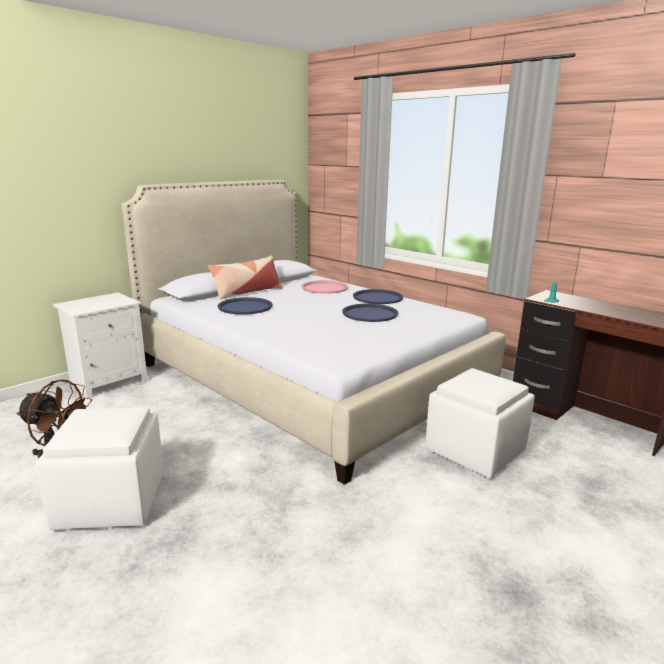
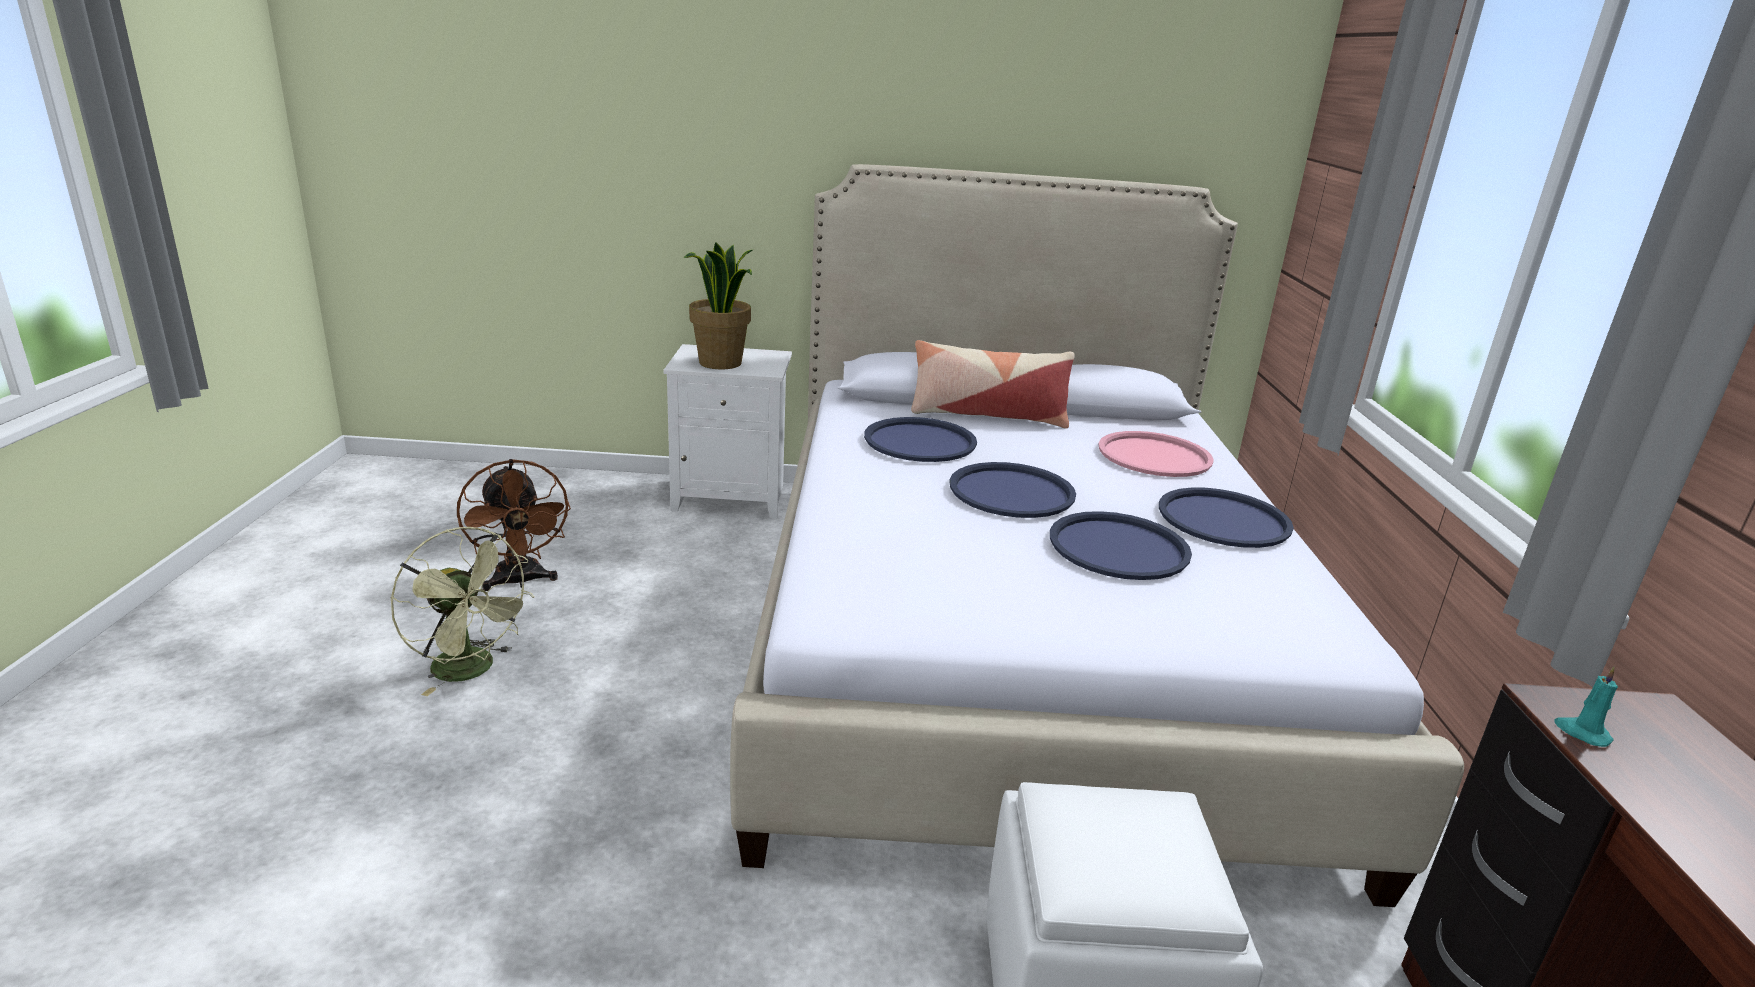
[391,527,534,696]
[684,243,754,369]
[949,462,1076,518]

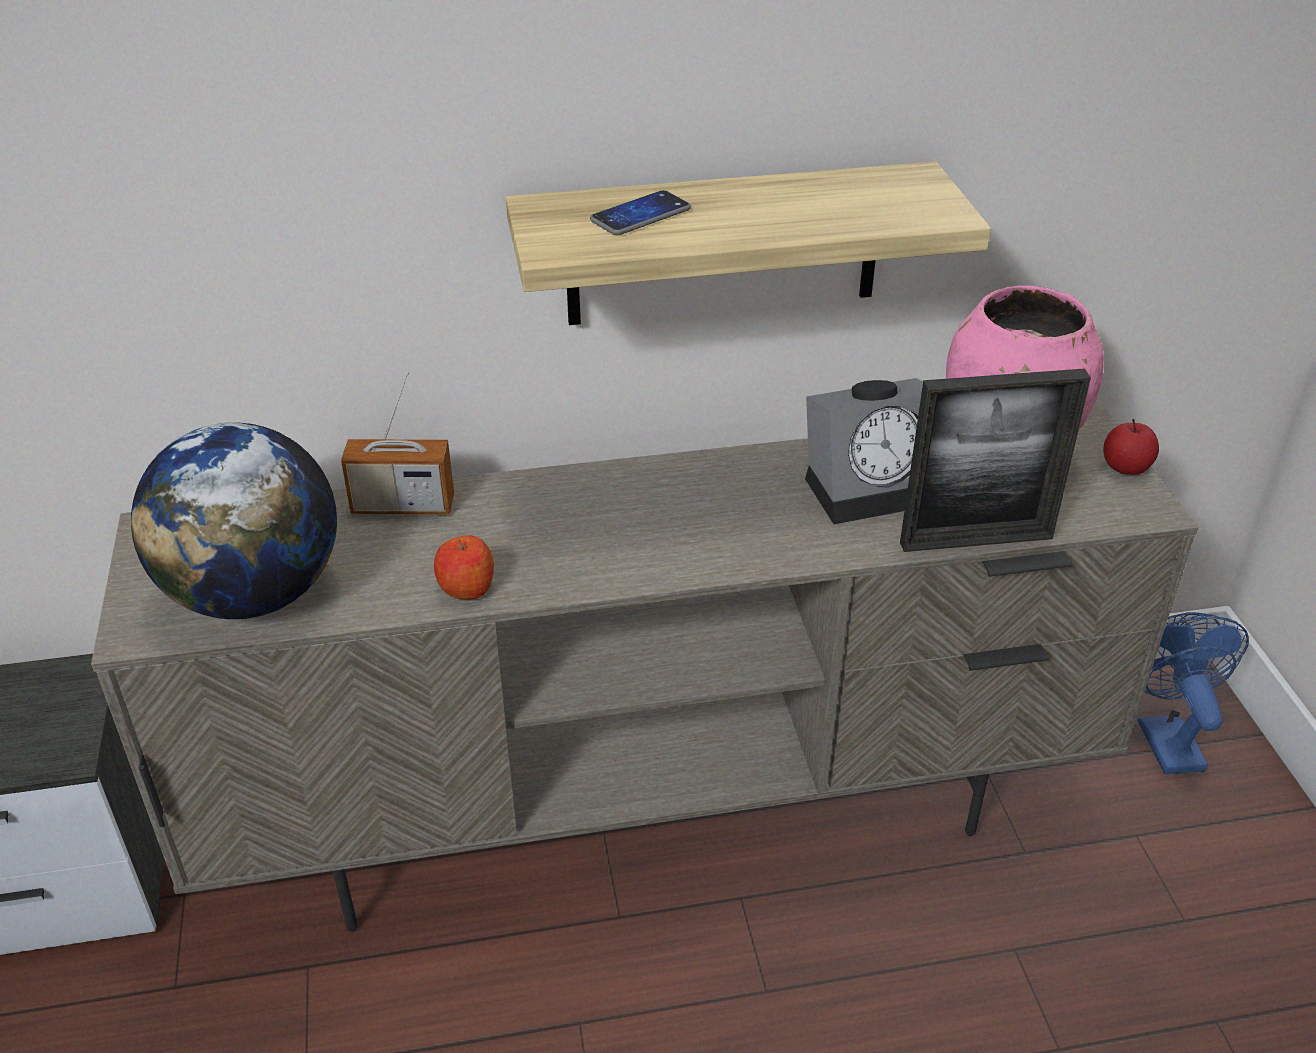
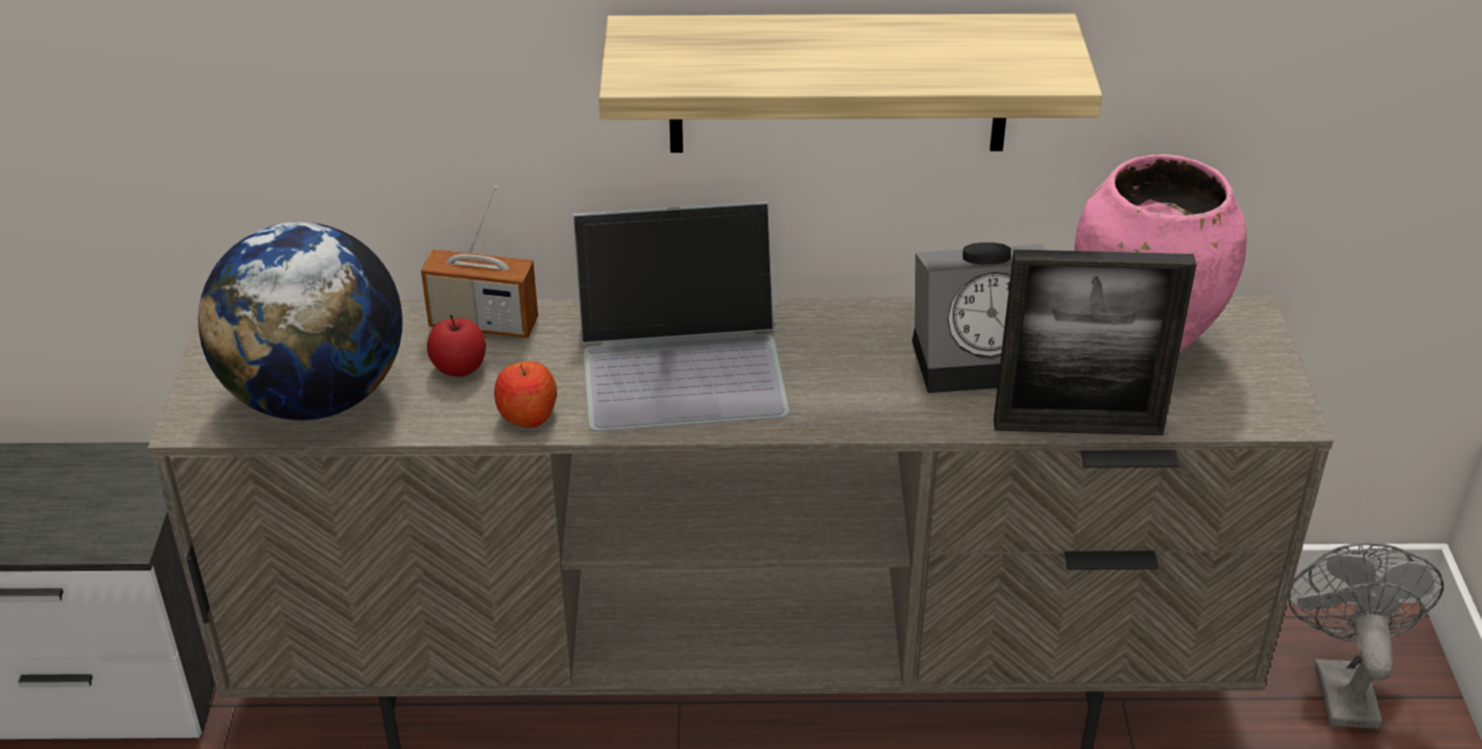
[427,315,486,377]
[573,202,789,431]
[1288,542,1444,729]
[590,190,691,235] (first image)

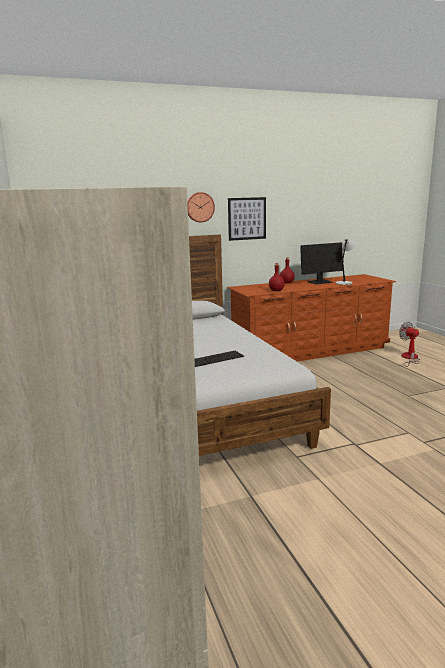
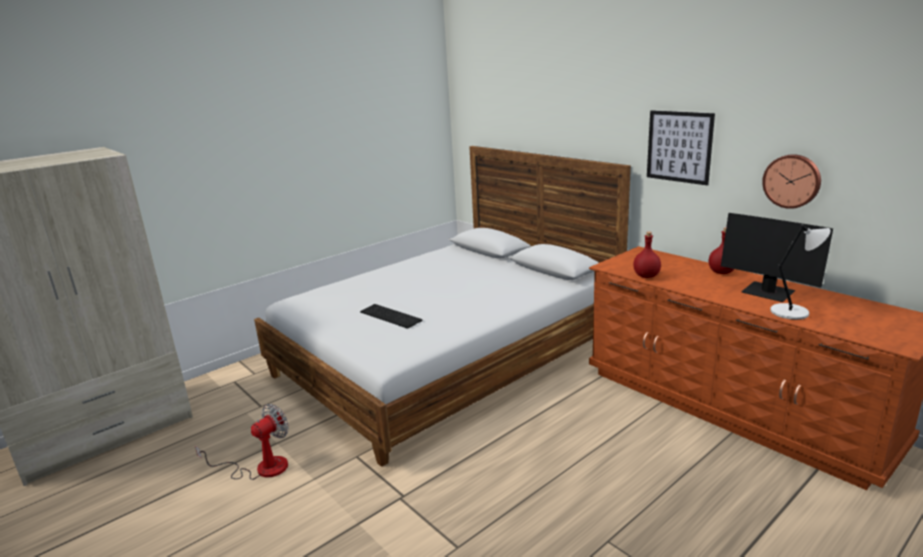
[195,404,289,480]
[762,154,821,209]

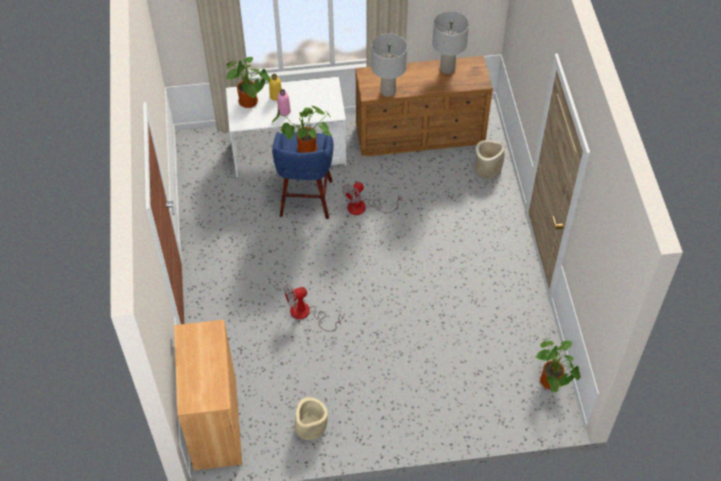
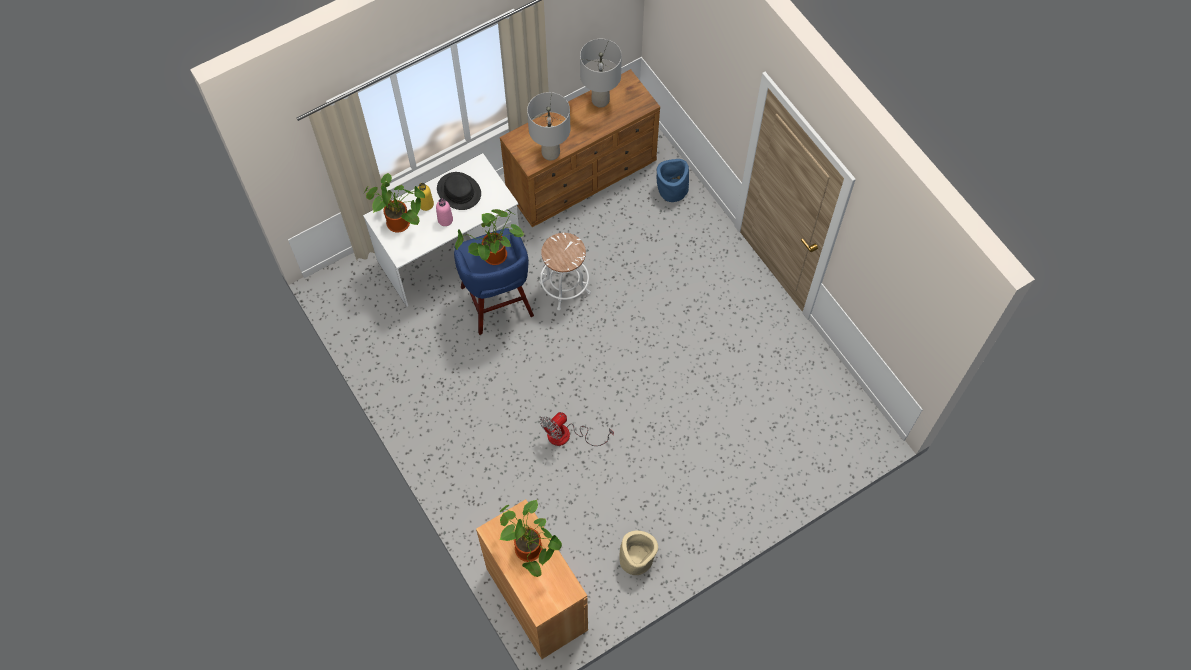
[437,172,481,210]
[499,500,562,577]
[539,233,591,311]
[657,159,689,202]

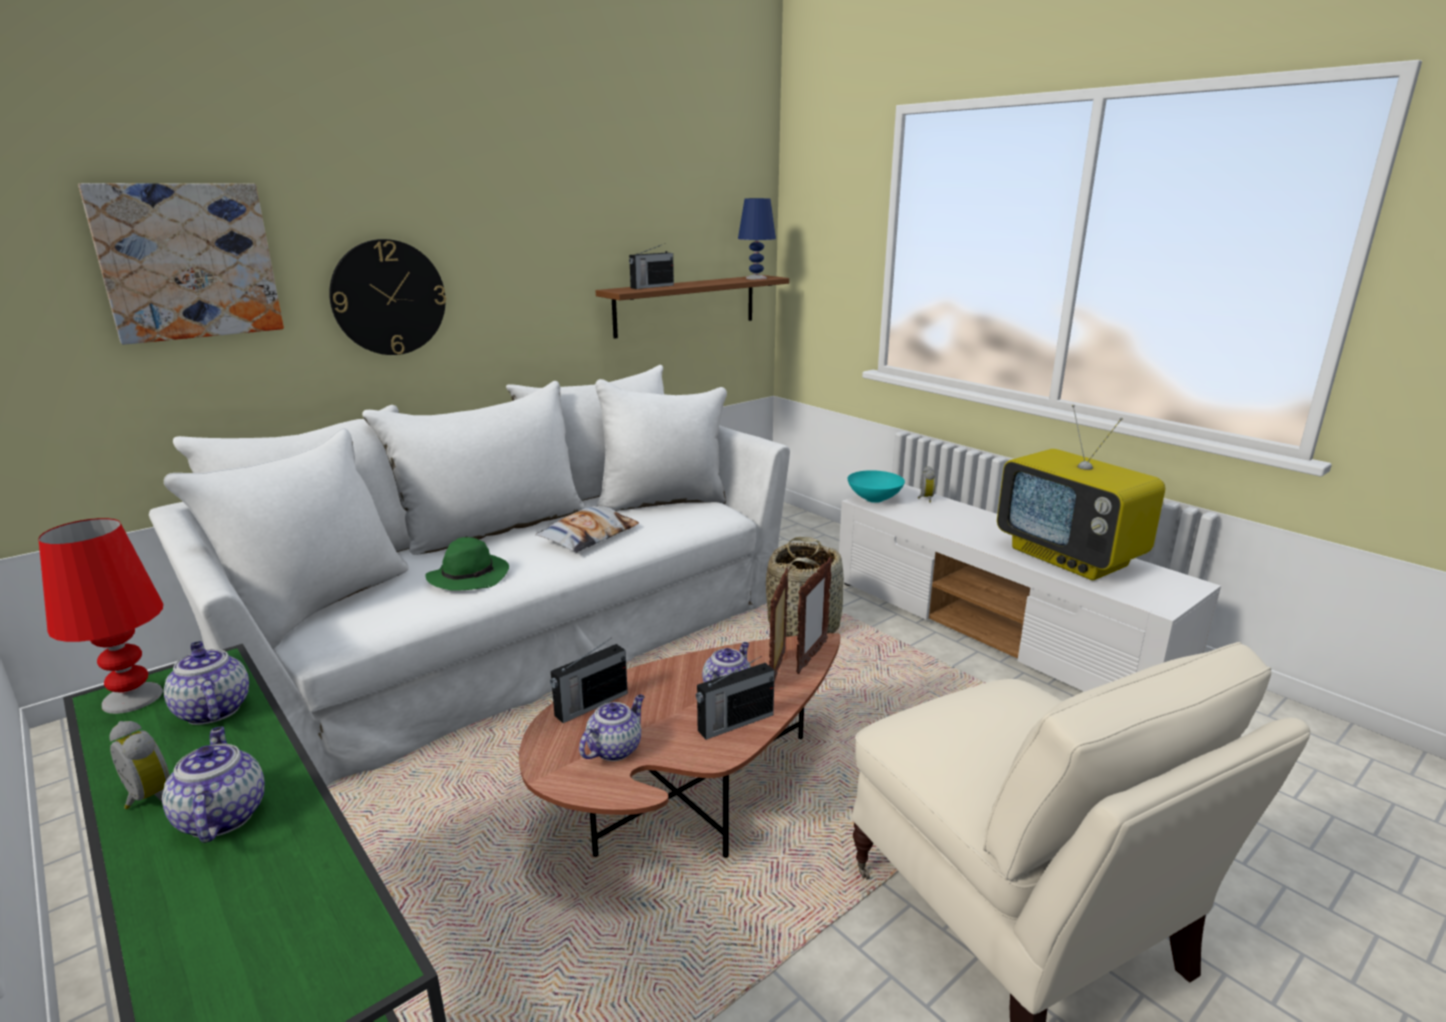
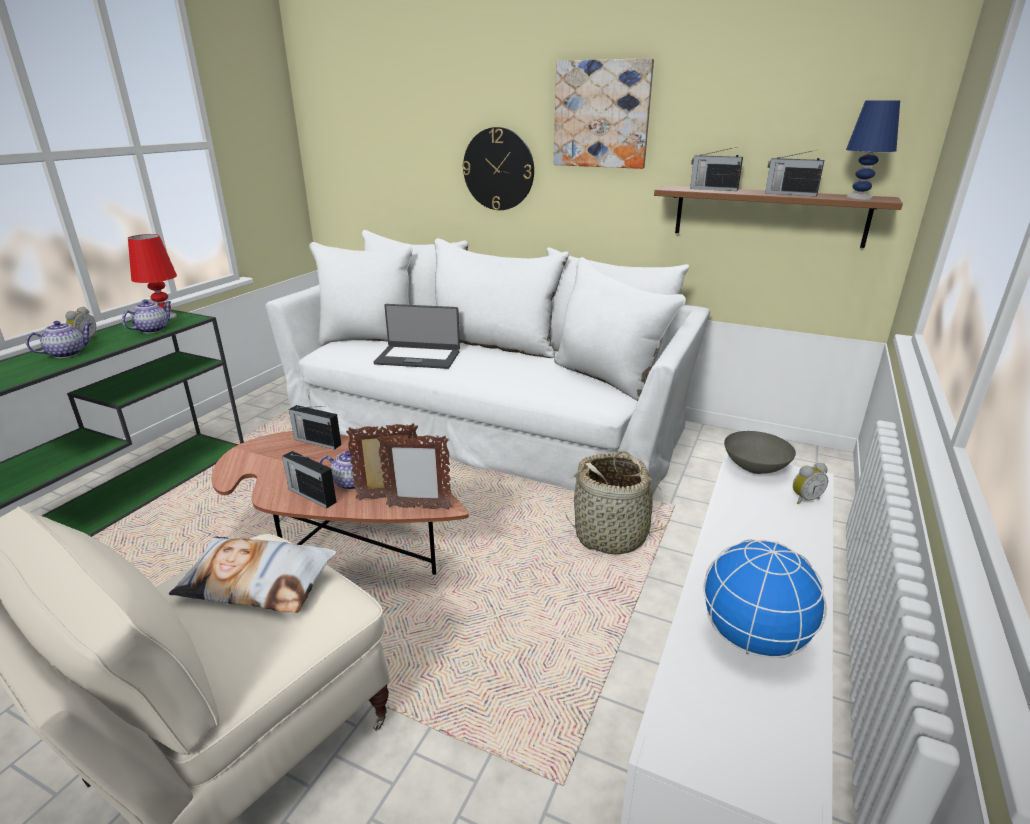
[169,536,337,613]
[374,304,460,369]
[554,58,654,169]
[703,539,827,658]
[724,431,796,474]
[765,150,824,196]
[579,695,645,761] (first image)

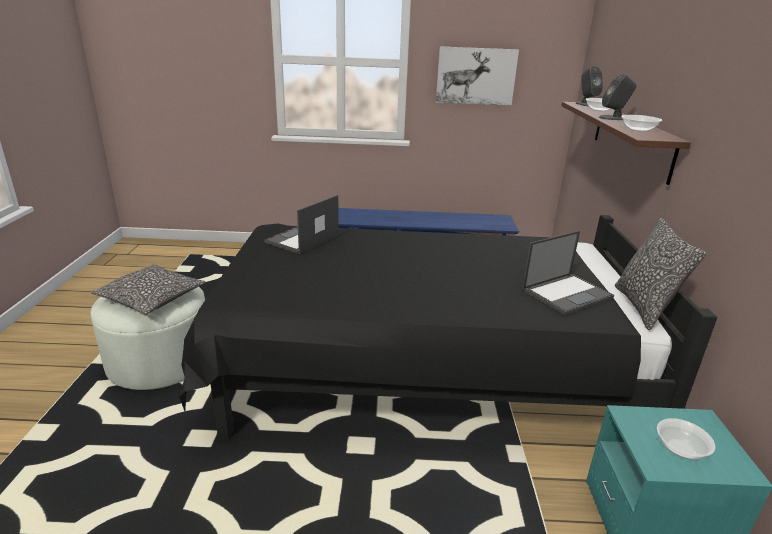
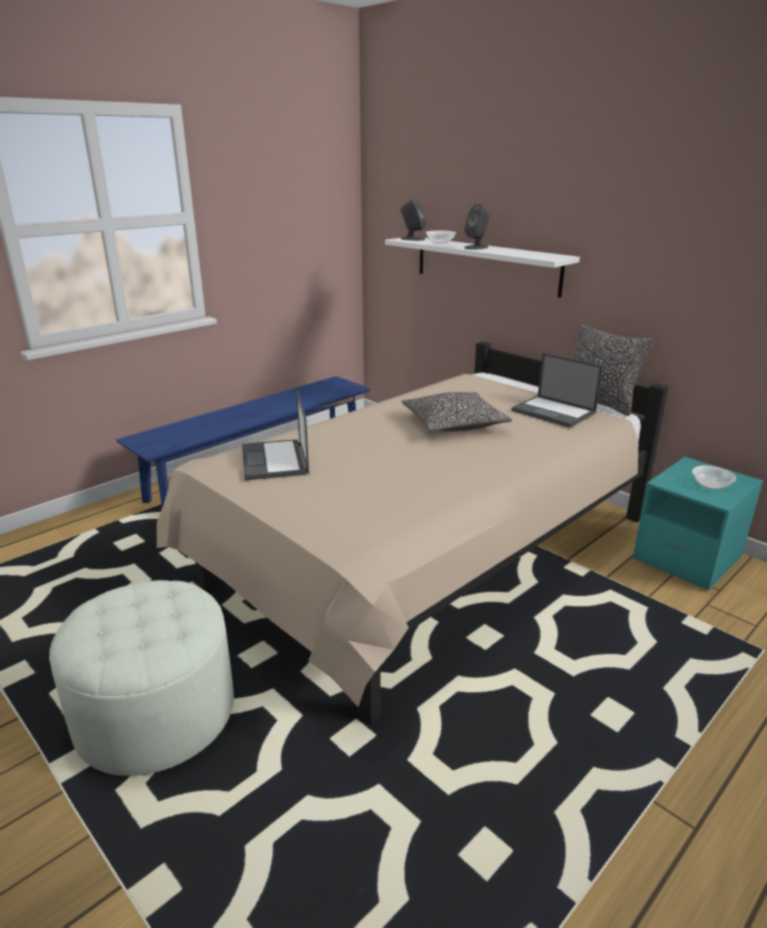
[157,342,668,724]
[385,238,580,298]
[402,392,512,432]
[511,353,603,428]
[436,46,519,105] (first image)
[621,115,662,132] (first image)

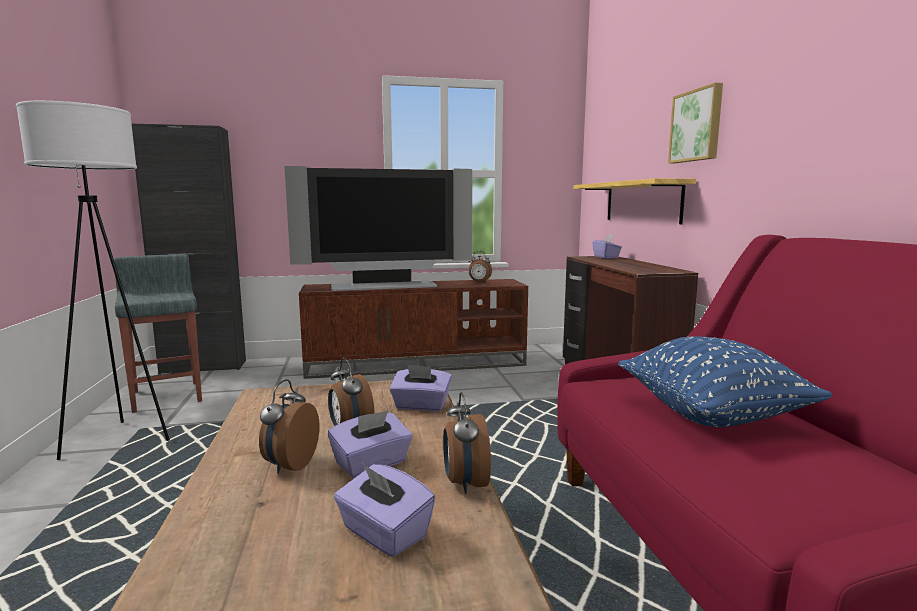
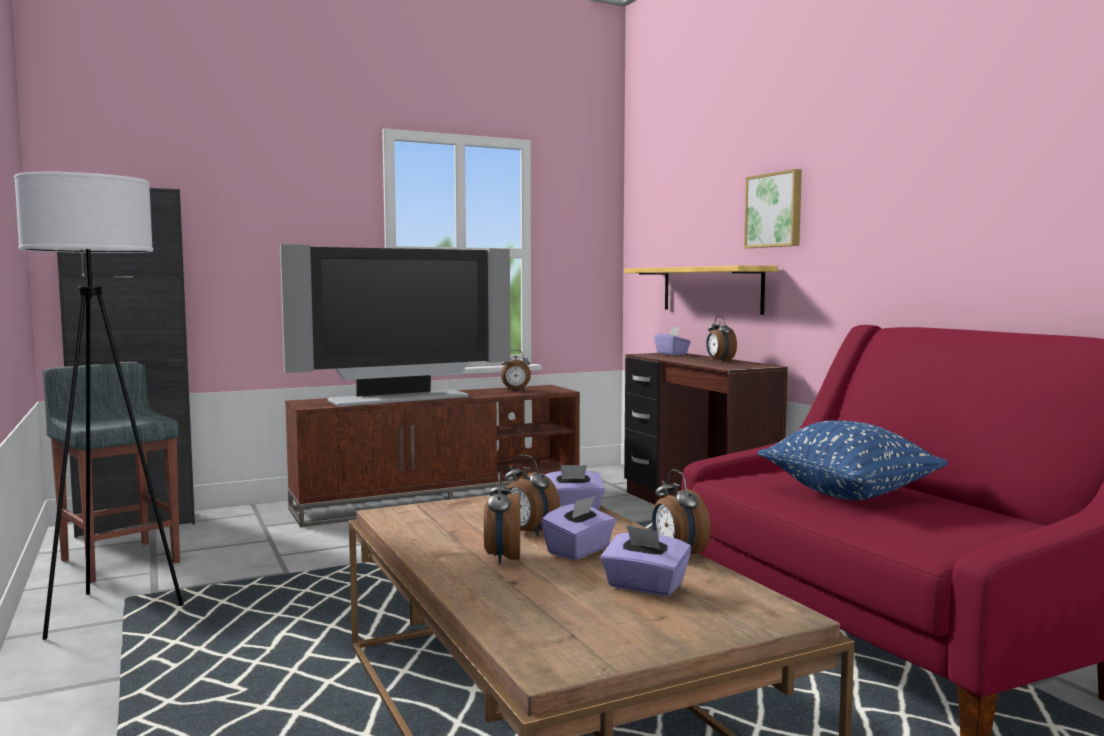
[706,316,737,362]

